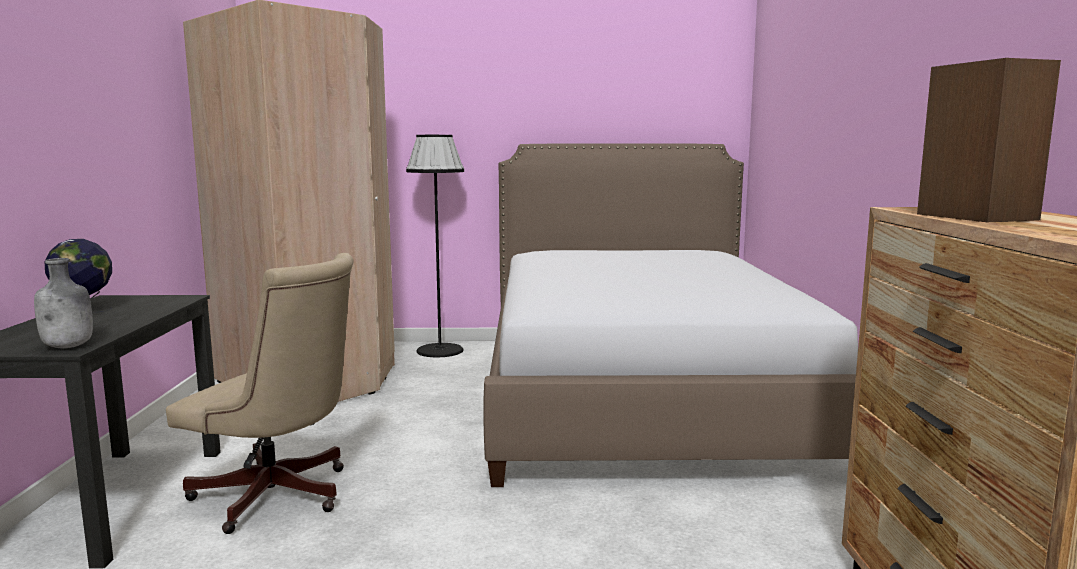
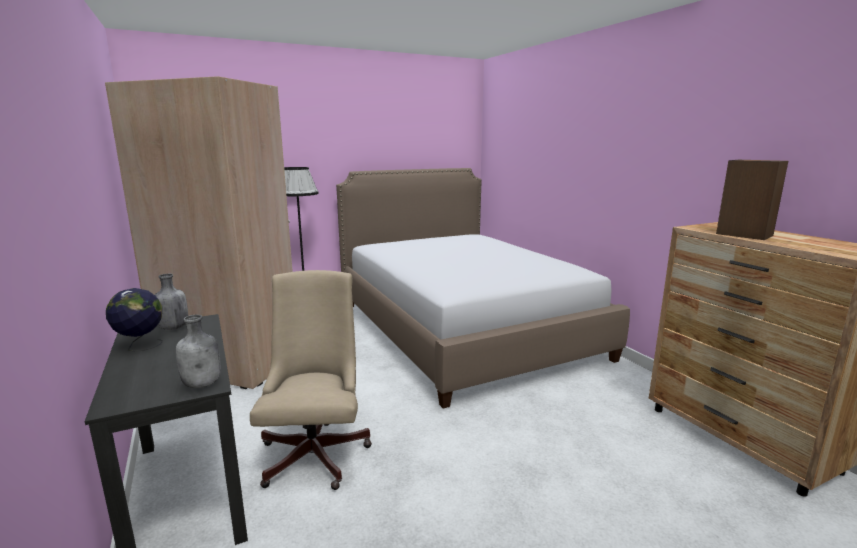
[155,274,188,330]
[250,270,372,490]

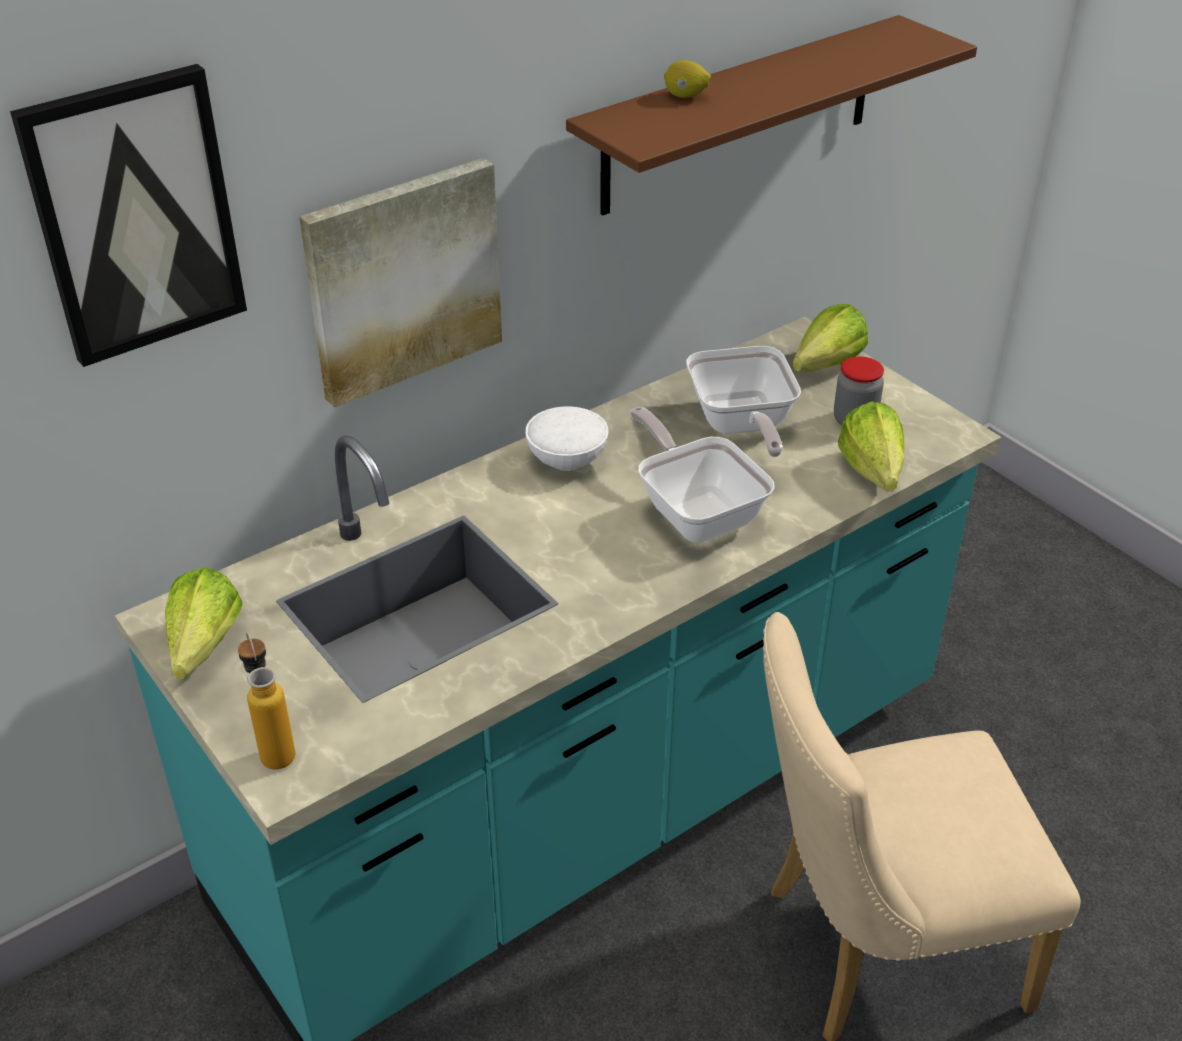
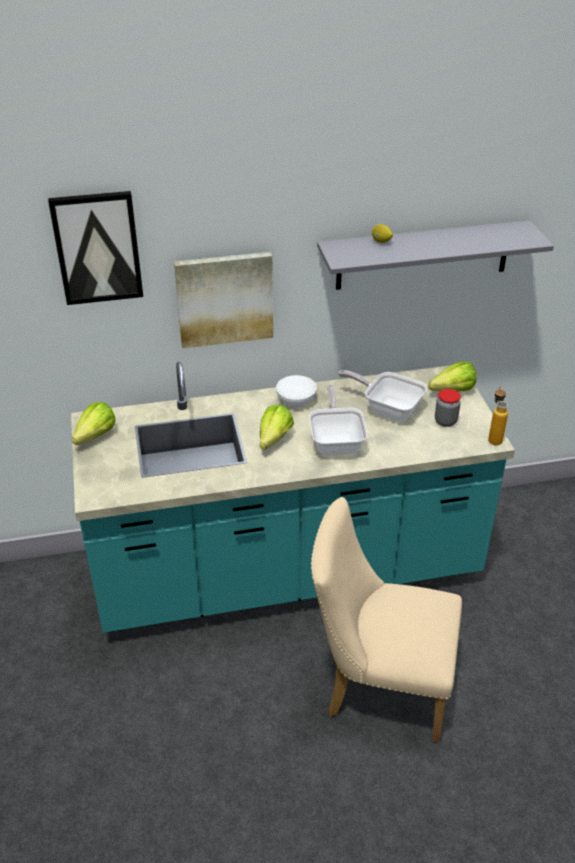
[260,405,294,450]
[317,220,554,290]
[338,370,427,421]
[488,386,508,445]

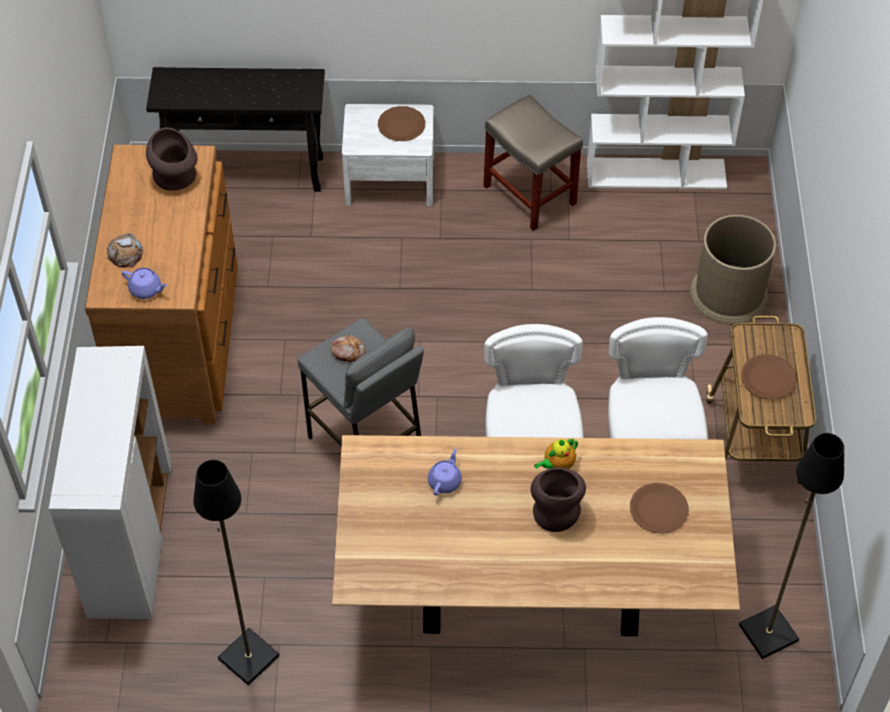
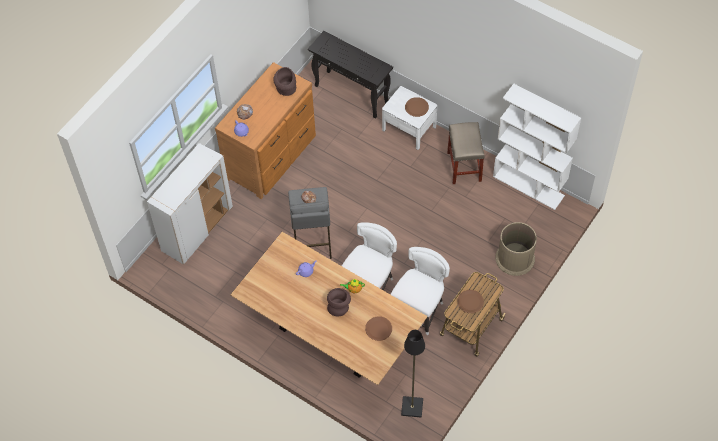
[193,460,279,685] (first image)

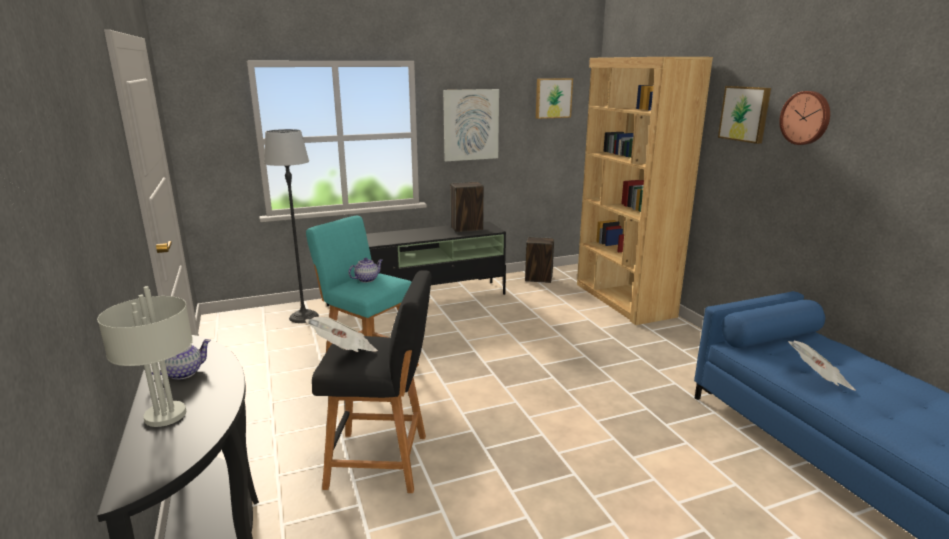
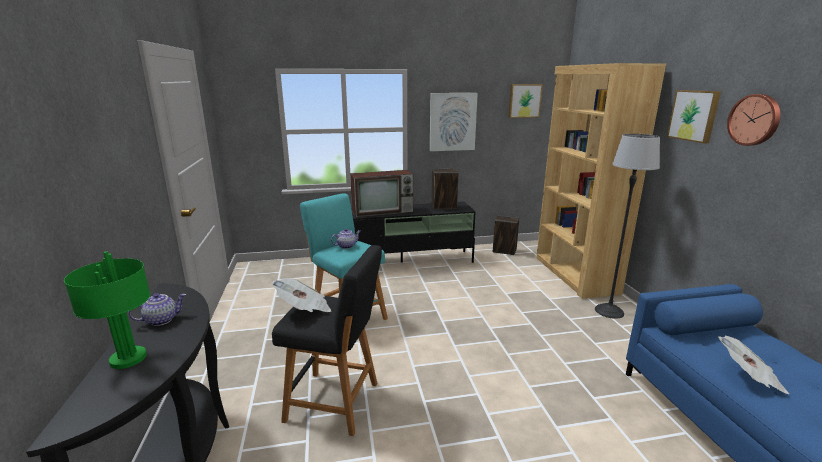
[64,251,150,369]
[350,170,413,217]
[595,134,660,319]

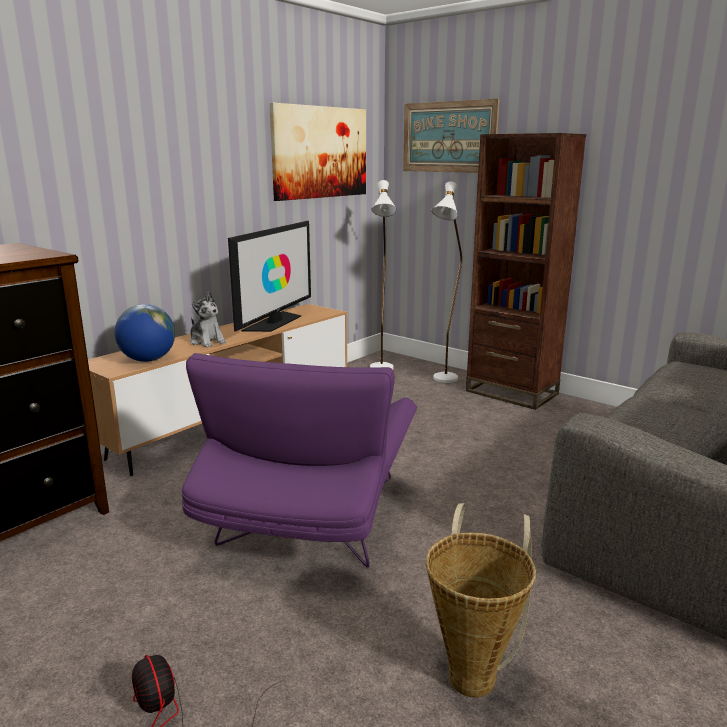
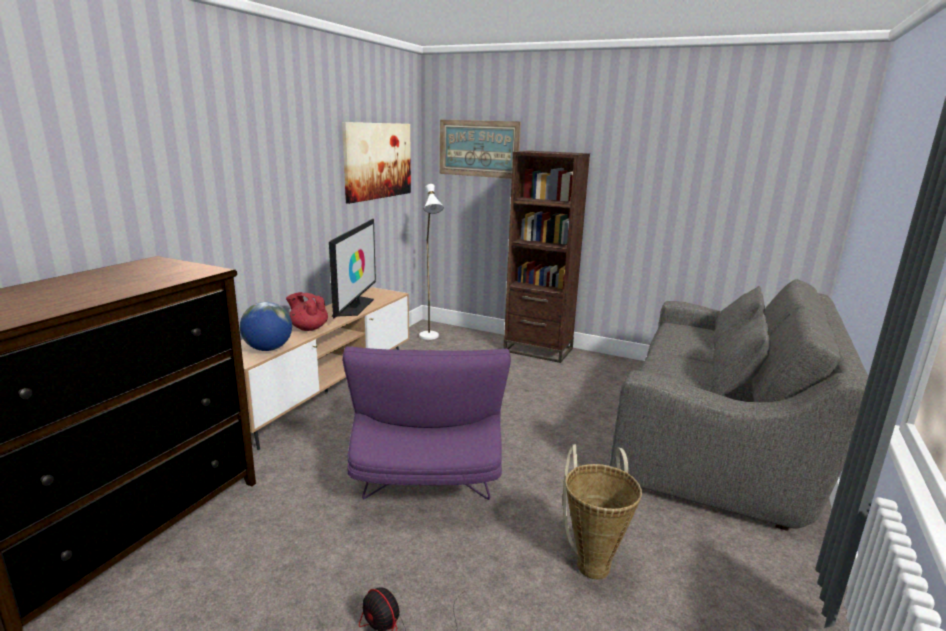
[286,292,328,331]
[431,182,462,383] (first image)

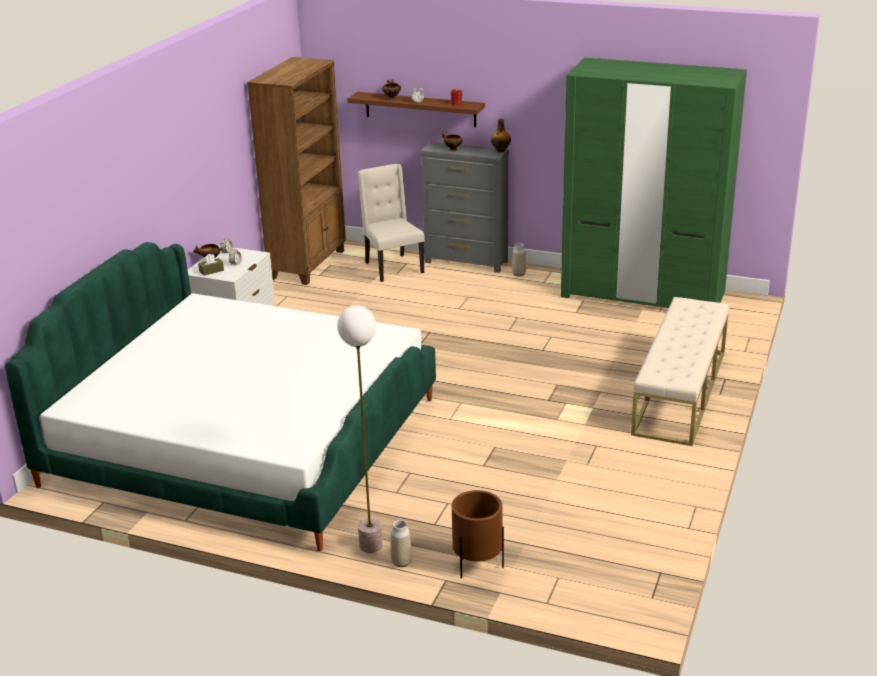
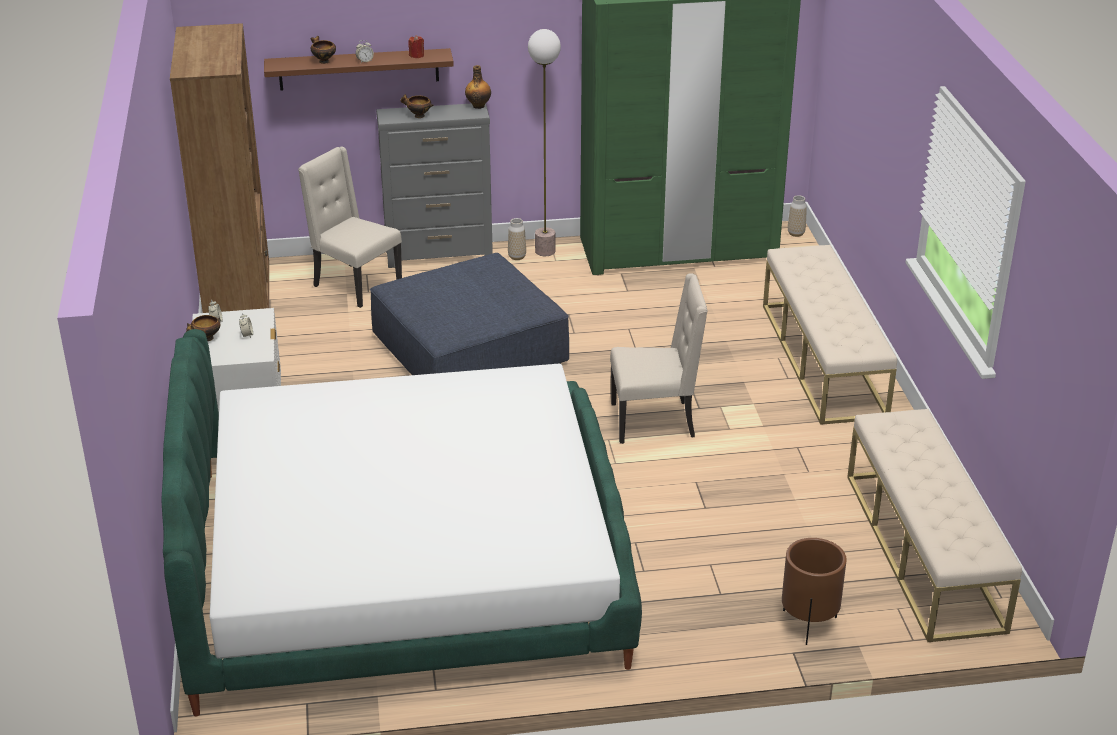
[370,253,569,375]
[528,29,561,256]
[610,273,708,444]
[788,195,807,237]
[847,409,1022,642]
[198,254,224,276] (first image)

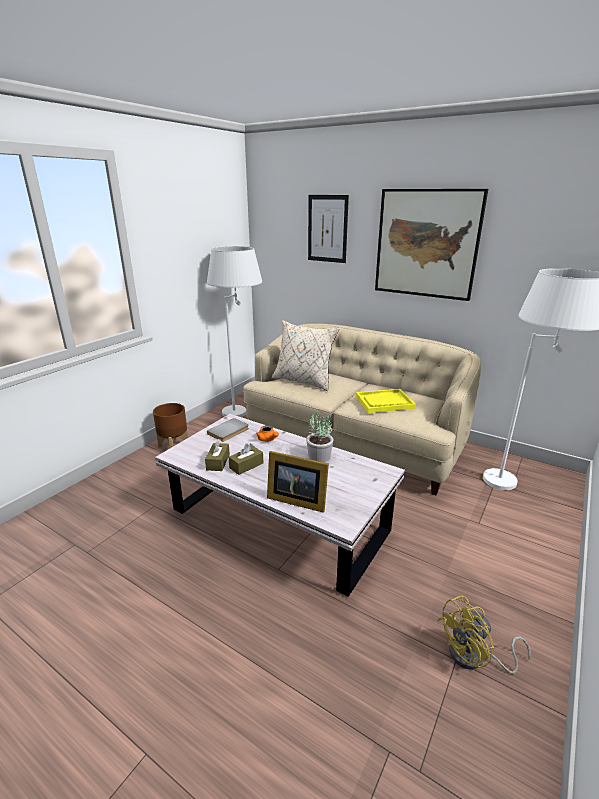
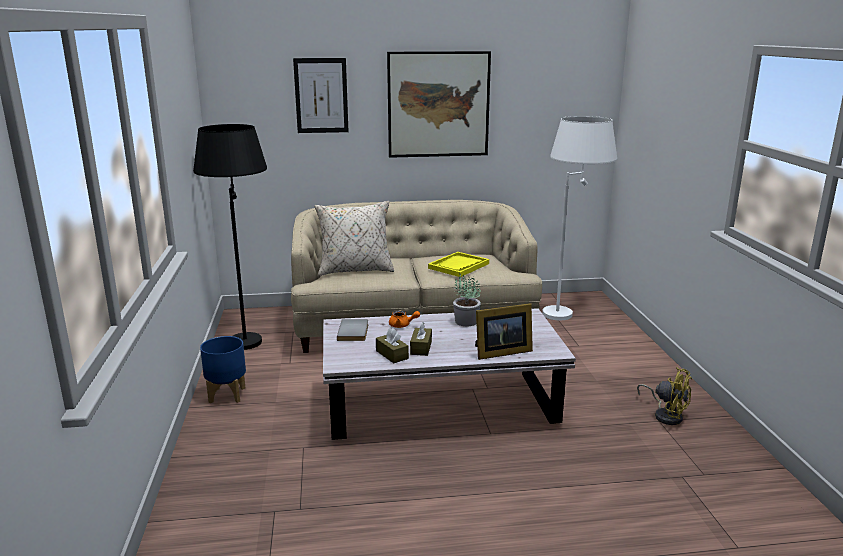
[193,124,267,350]
[200,336,246,403]
[637,367,693,425]

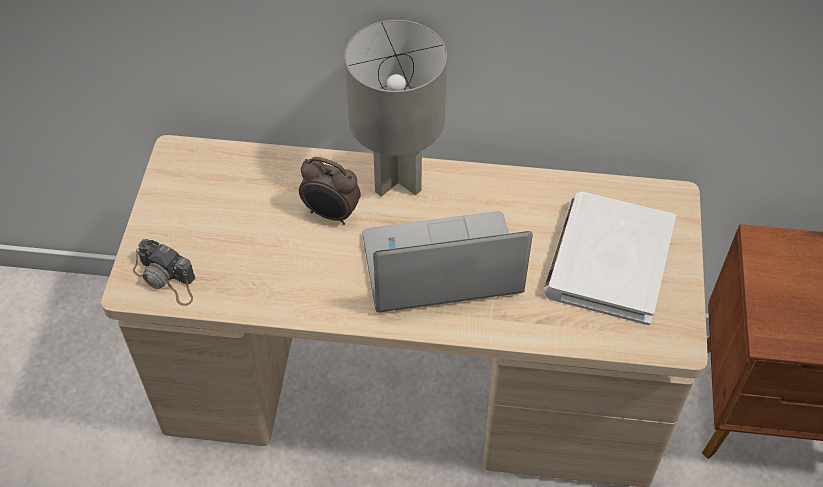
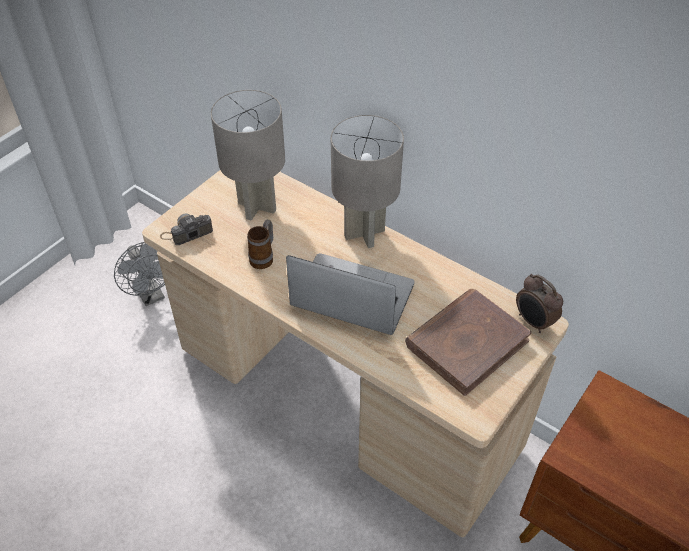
[114,242,165,306]
[160,214,213,245]
[211,90,285,221]
[247,220,273,269]
[405,289,532,396]
[516,274,563,333]

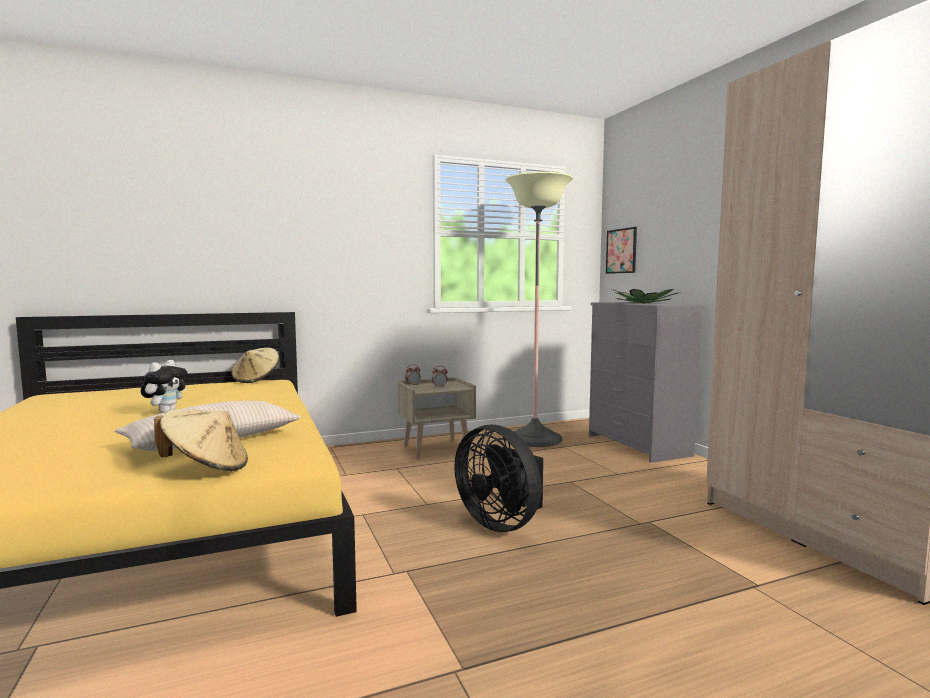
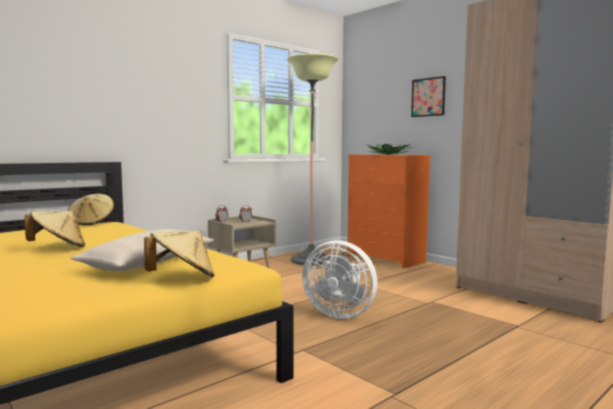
[25,211,85,247]
[302,241,378,319]
[347,154,431,268]
[411,76,446,117]

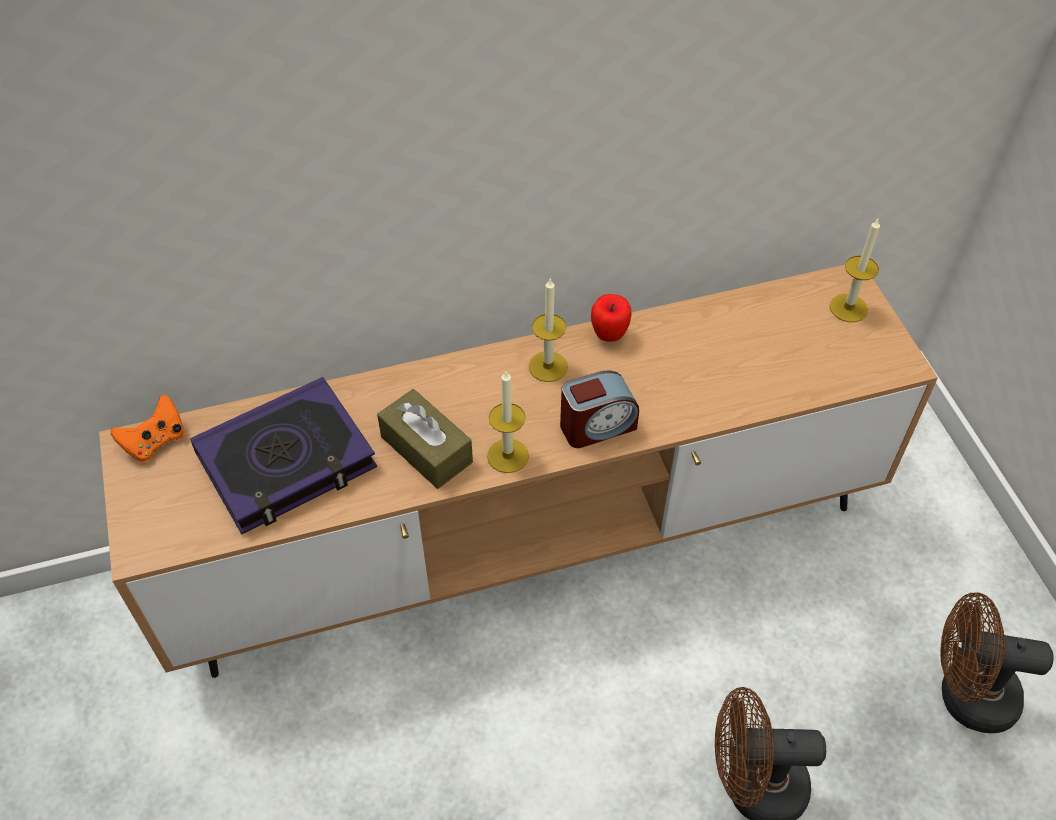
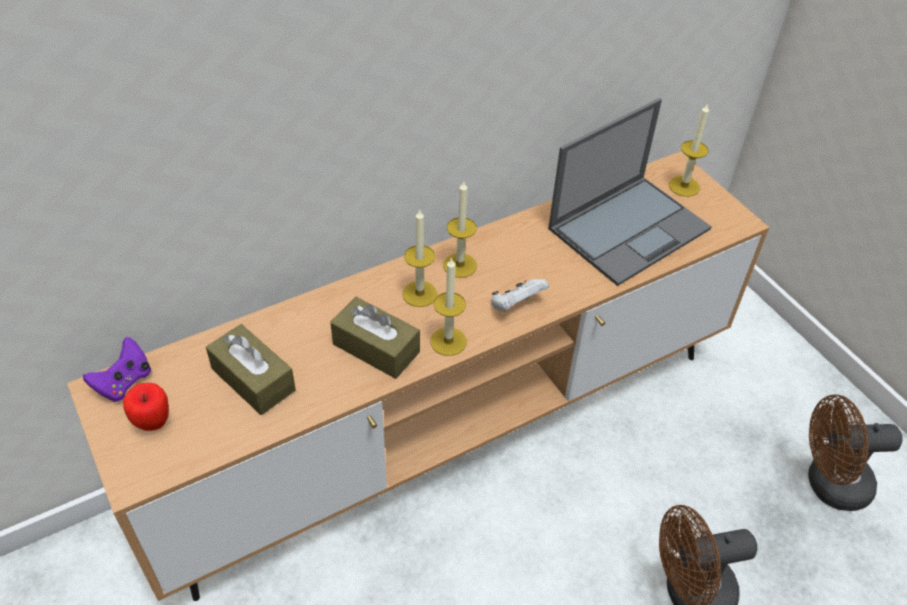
[83,337,151,402]
[123,383,169,431]
[206,324,296,415]
[402,209,437,307]
[491,279,549,311]
[548,98,712,286]

